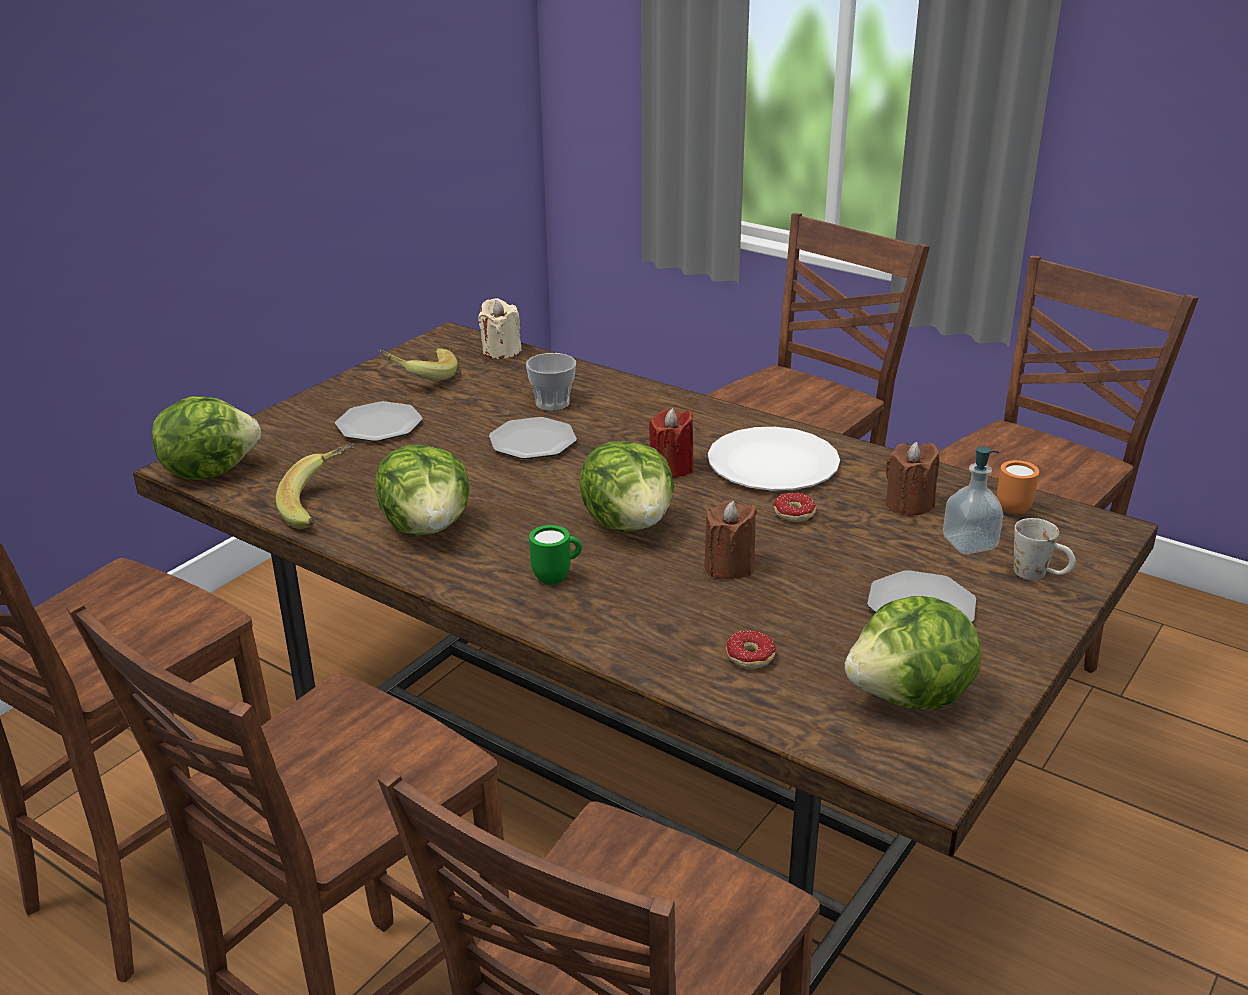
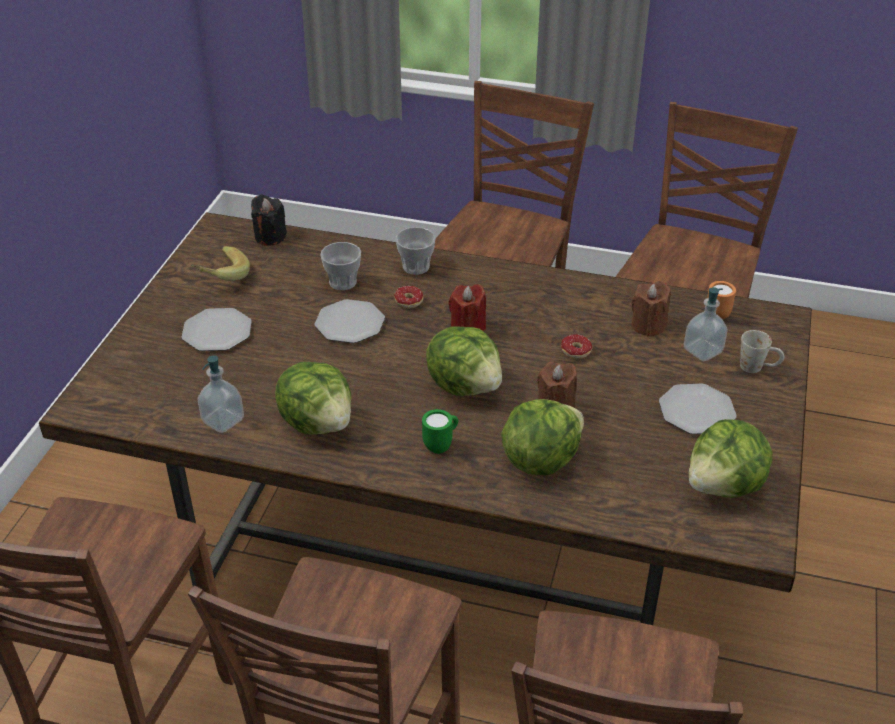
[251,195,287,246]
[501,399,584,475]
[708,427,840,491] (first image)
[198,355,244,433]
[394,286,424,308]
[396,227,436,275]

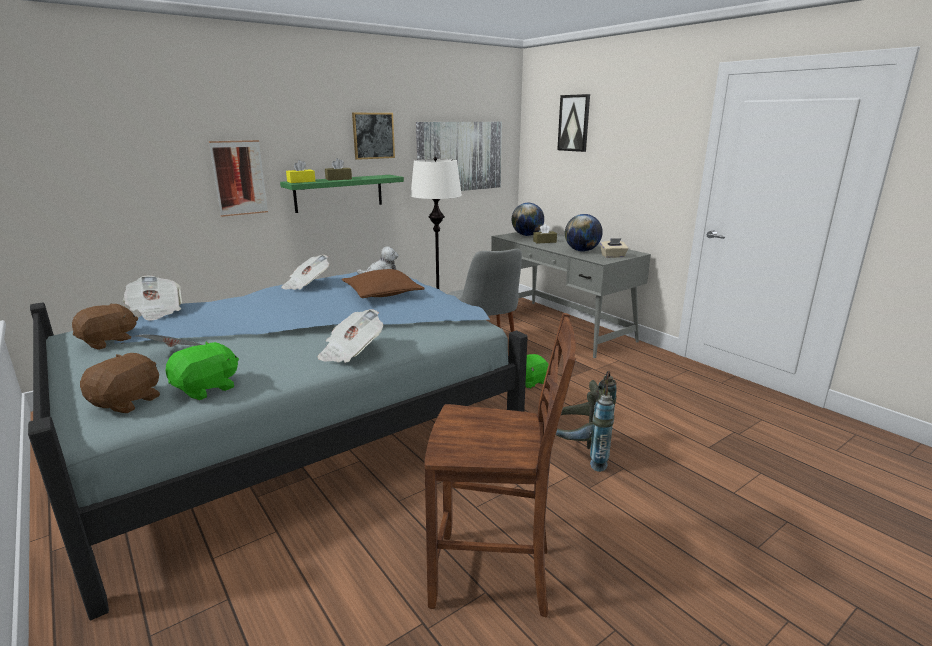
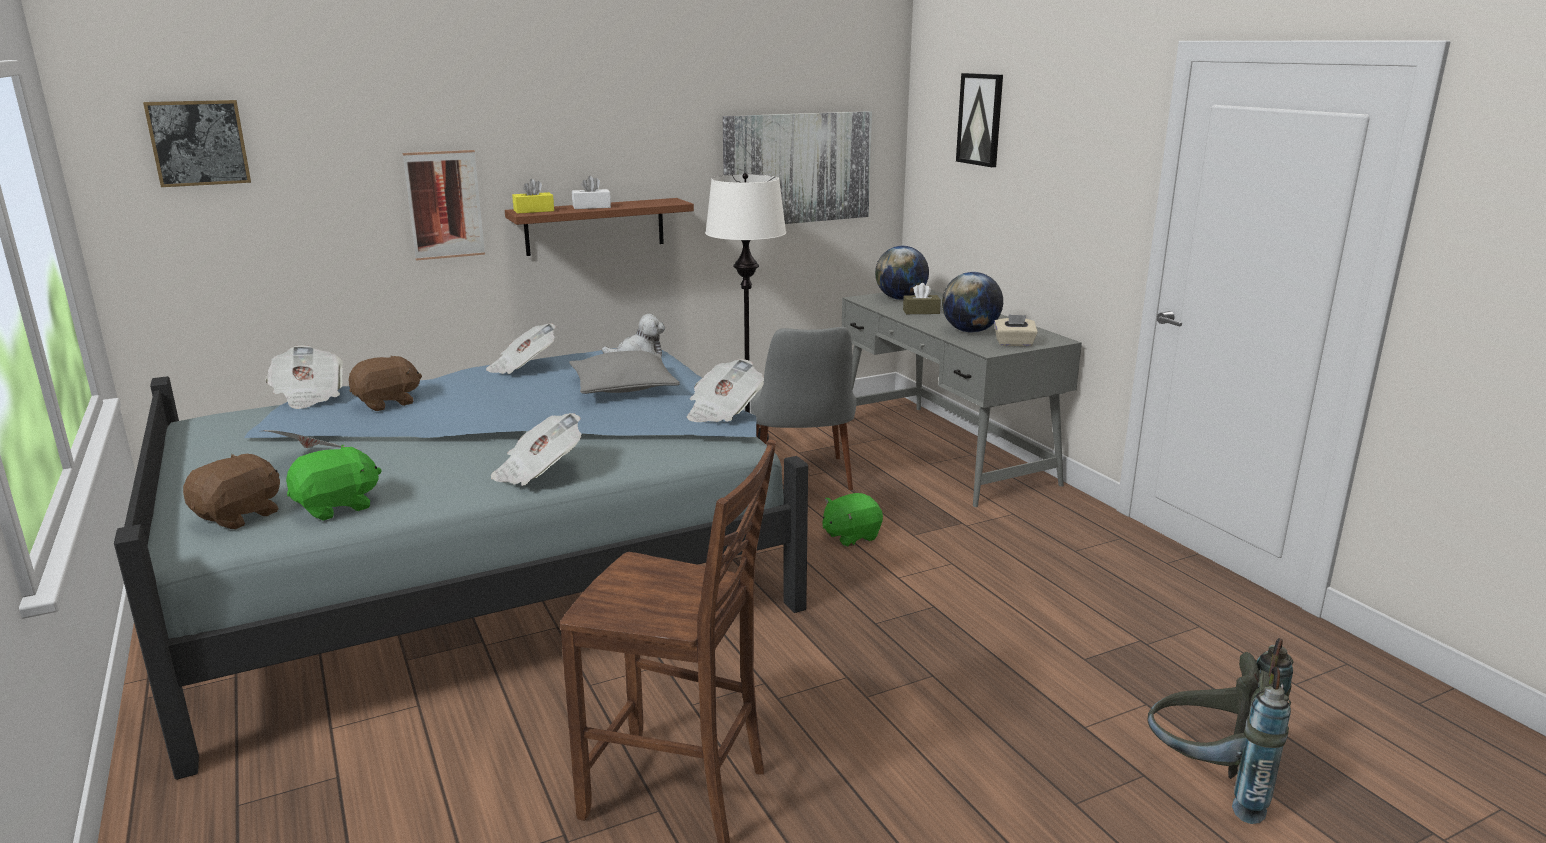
[143,100,251,187]
[572,176,611,209]
[505,198,694,256]
[569,351,680,394]
[348,356,422,411]
[1148,638,1293,824]
[687,359,764,422]

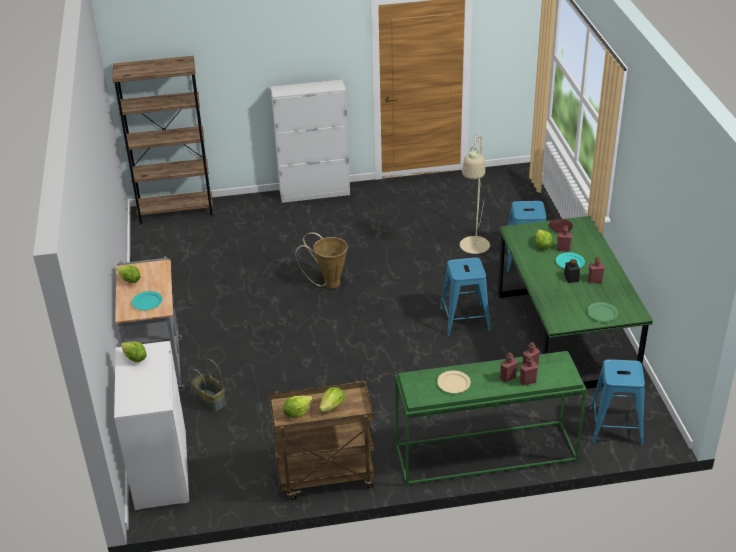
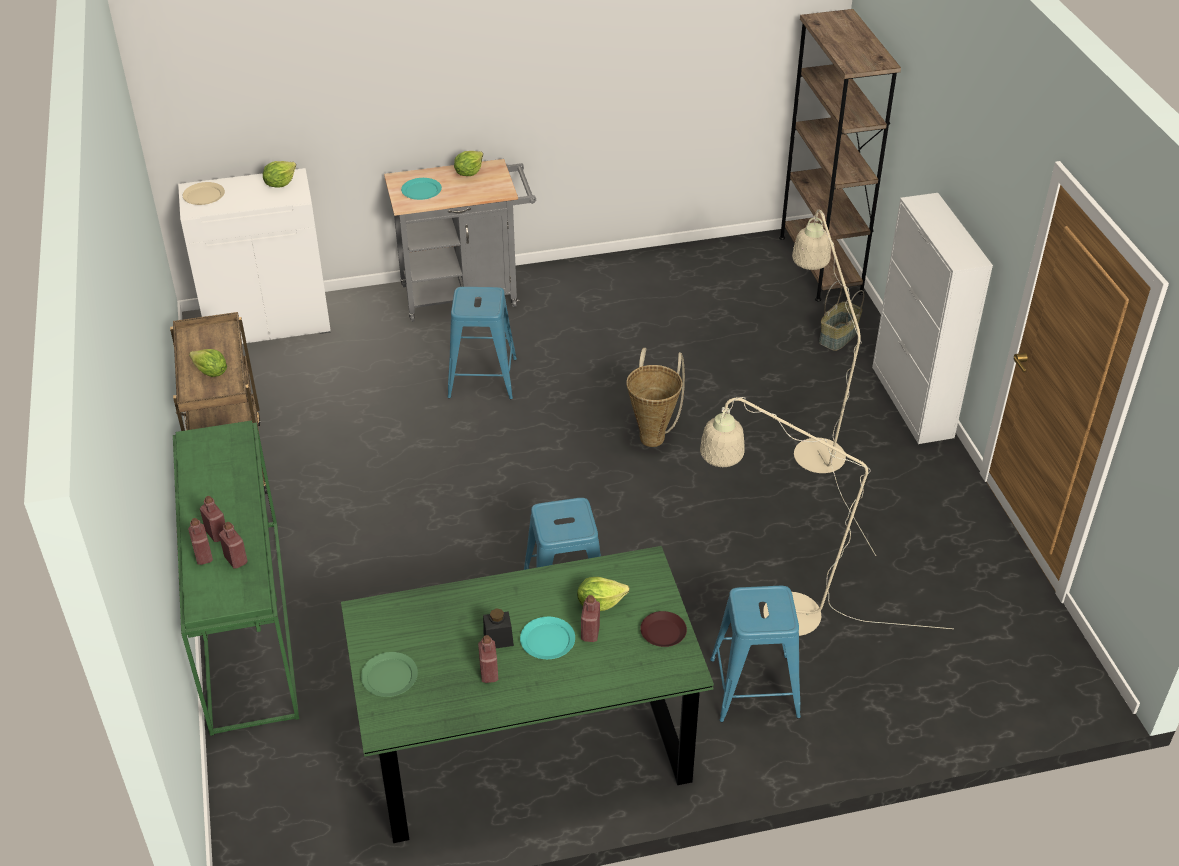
[819,280,864,351]
[448,287,517,399]
[183,182,225,205]
[283,396,313,418] (first image)
[792,209,876,556]

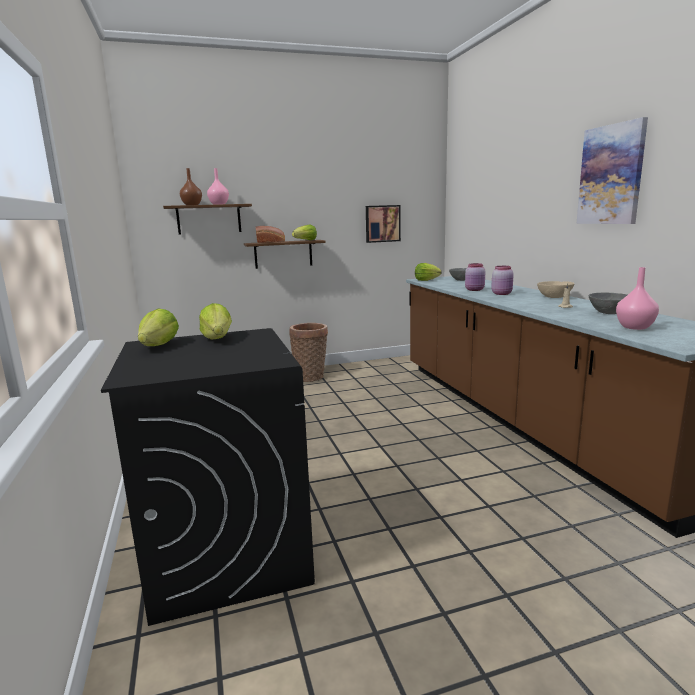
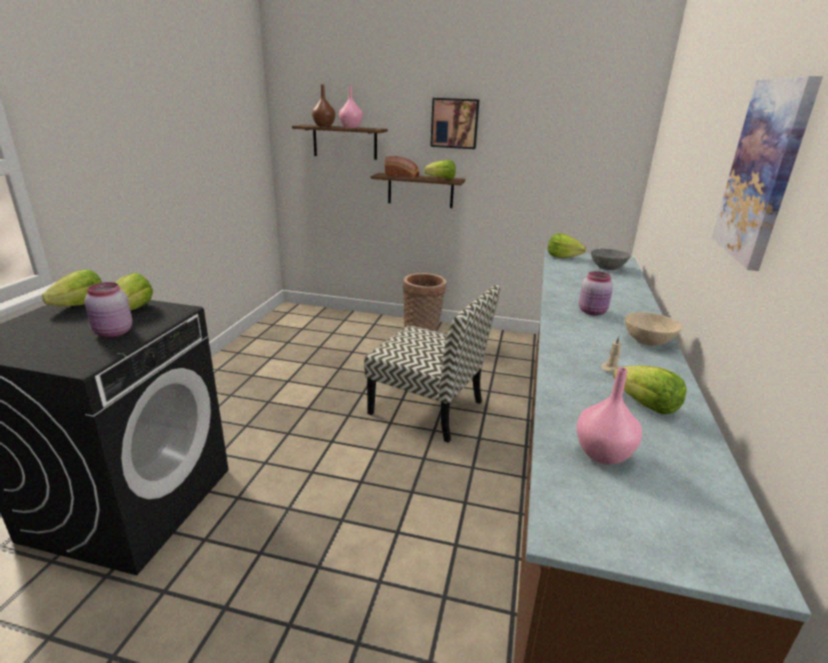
[430,98,480,149]
[84,282,132,337]
[613,365,686,414]
[364,284,500,443]

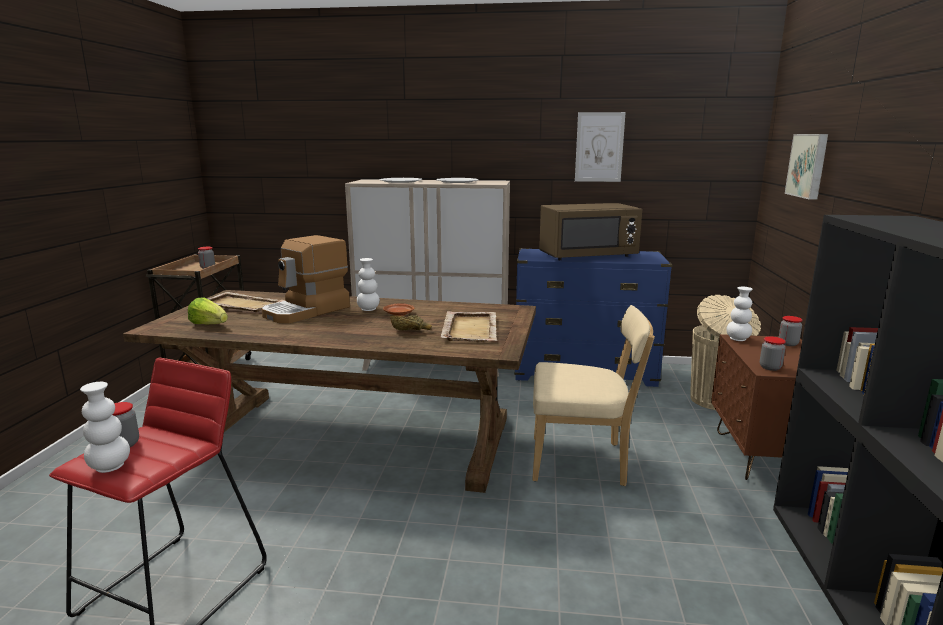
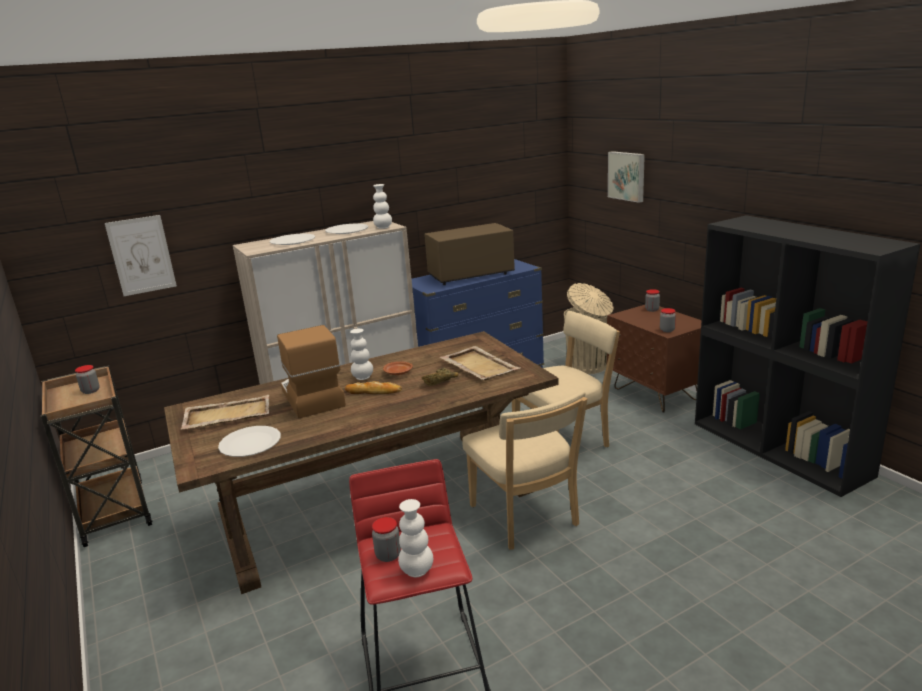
[105,215,177,296]
[424,223,515,285]
[277,325,346,418]
[373,184,392,229]
[218,426,281,457]
[345,381,402,394]
[462,391,587,550]

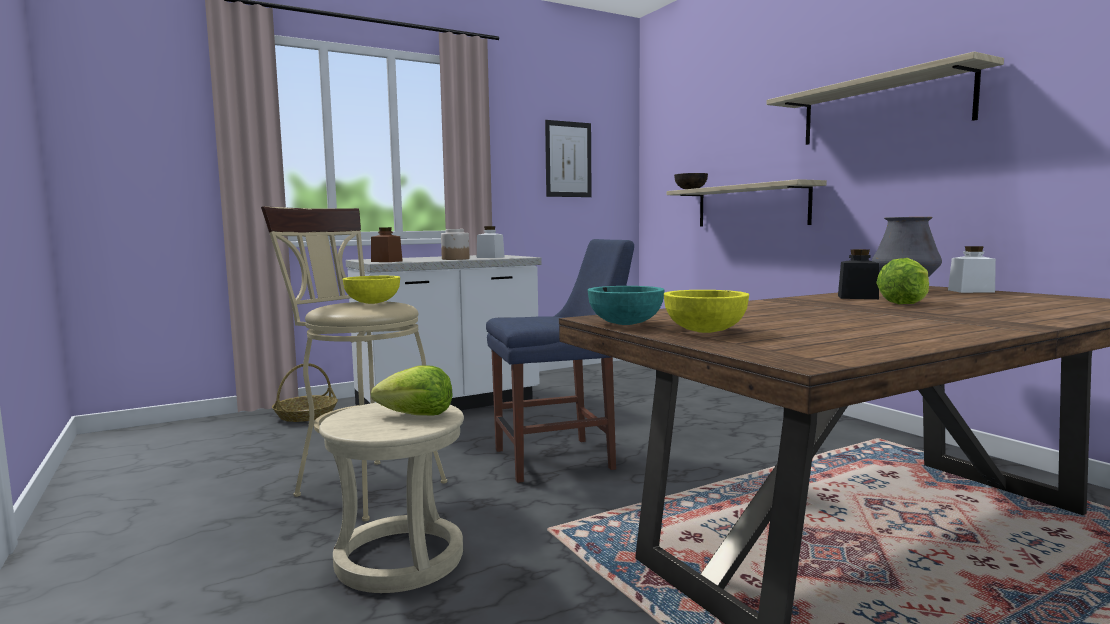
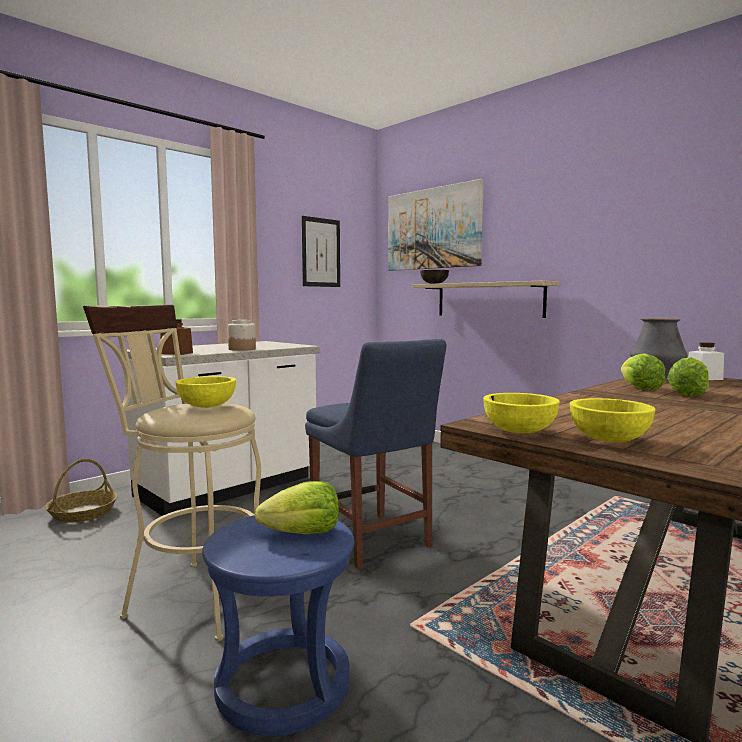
[766,51,1004,145] (first image)
[477,226,505,258] (first image)
[305,339,446,569]
[621,353,666,390]
[483,393,560,434]
[202,515,354,736]
[388,179,484,271]

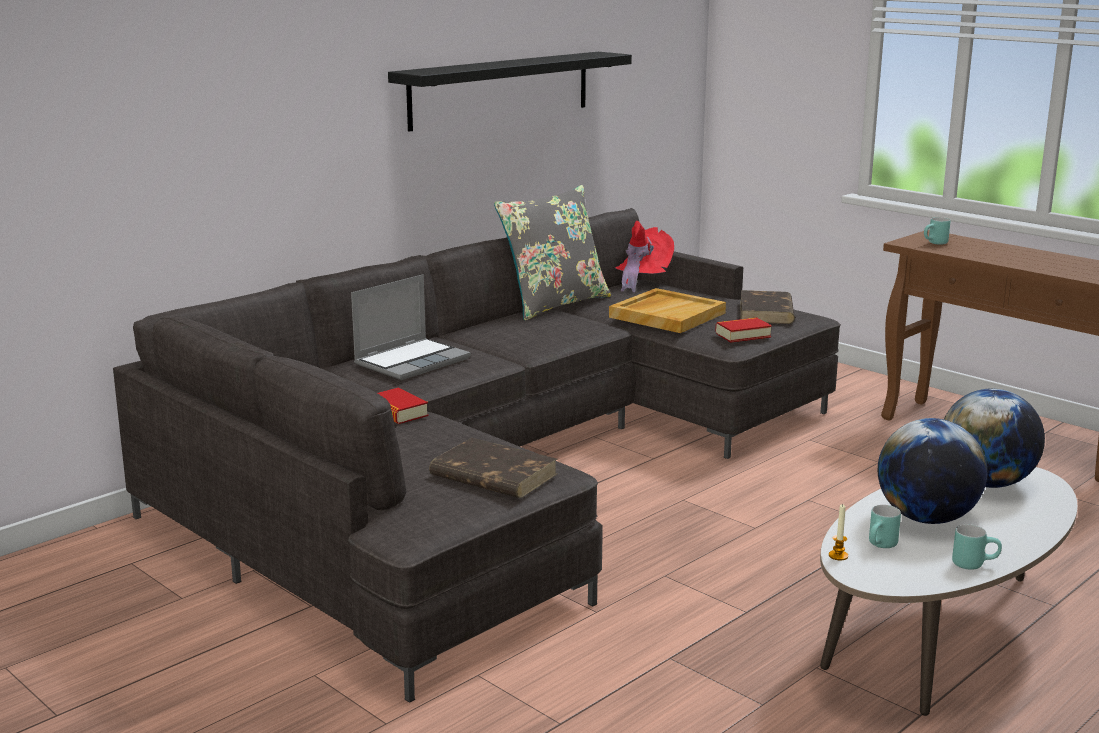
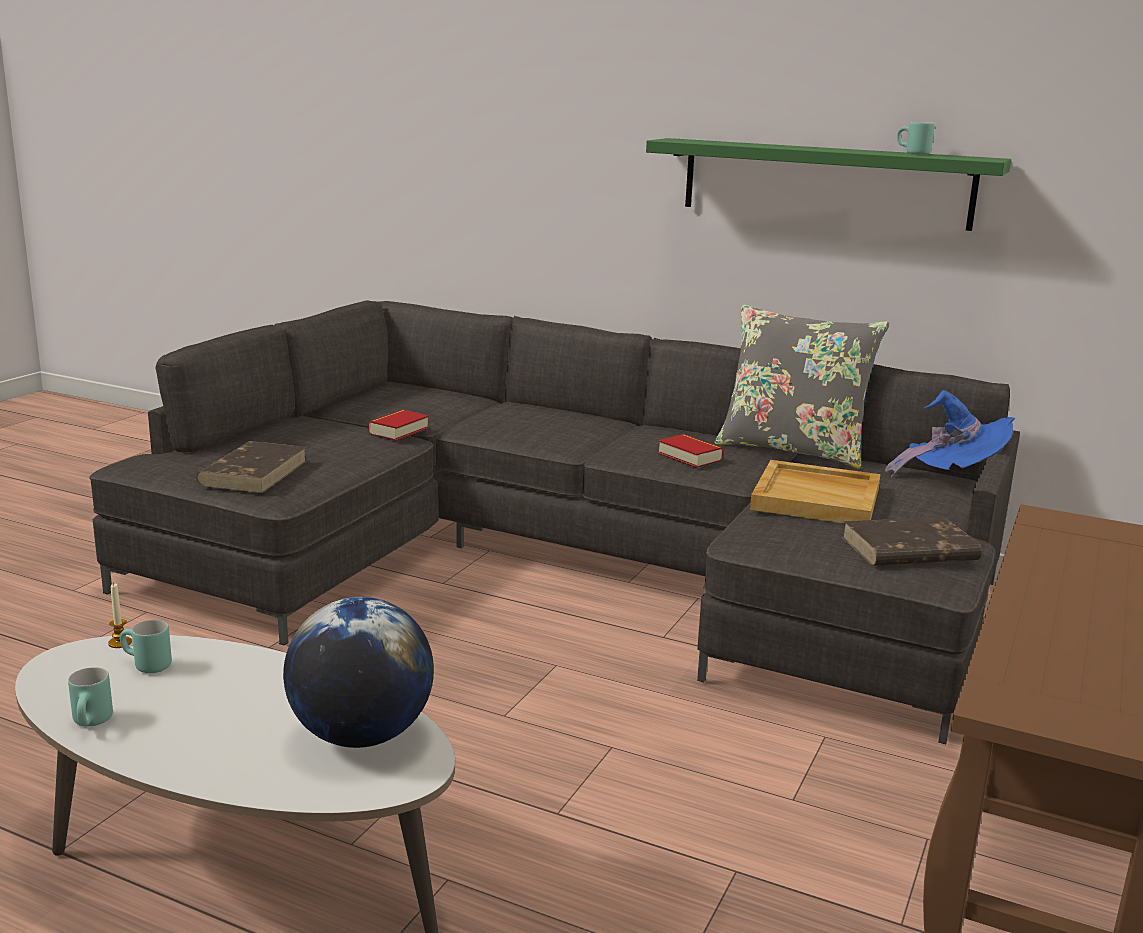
[646,138,1011,231]
[897,122,935,155]
[885,390,1015,478]
[351,274,471,380] (first image)
[658,434,723,468]
[878,418,987,524] (first image)

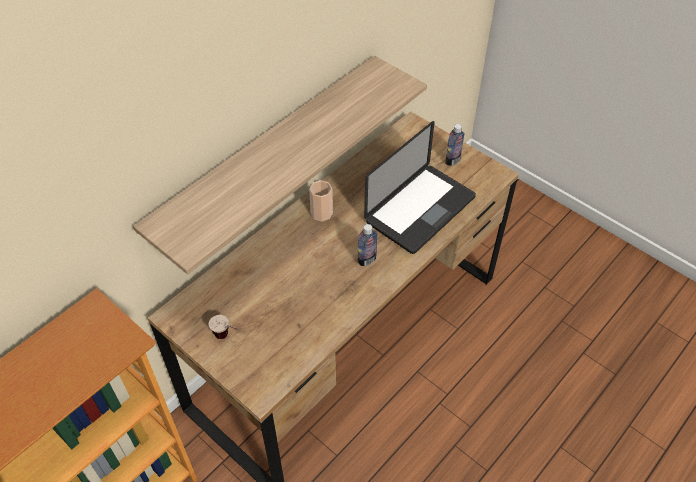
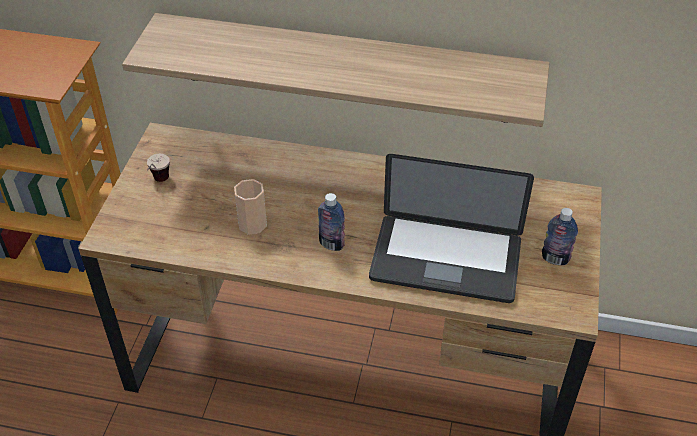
[234,179,267,235]

